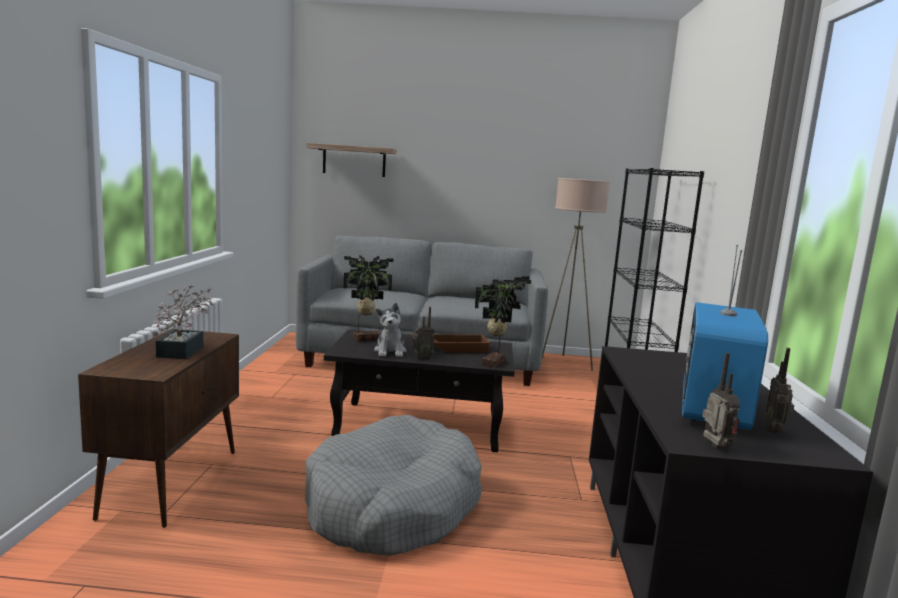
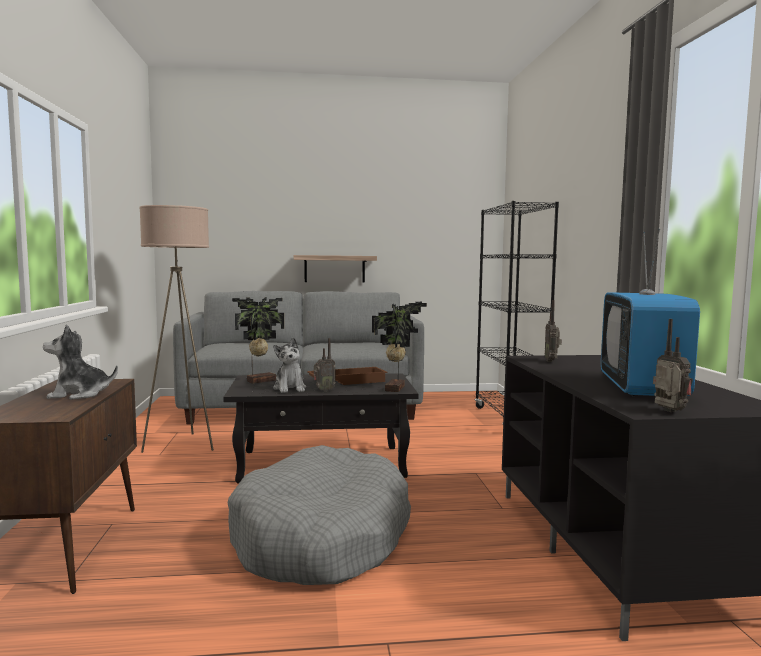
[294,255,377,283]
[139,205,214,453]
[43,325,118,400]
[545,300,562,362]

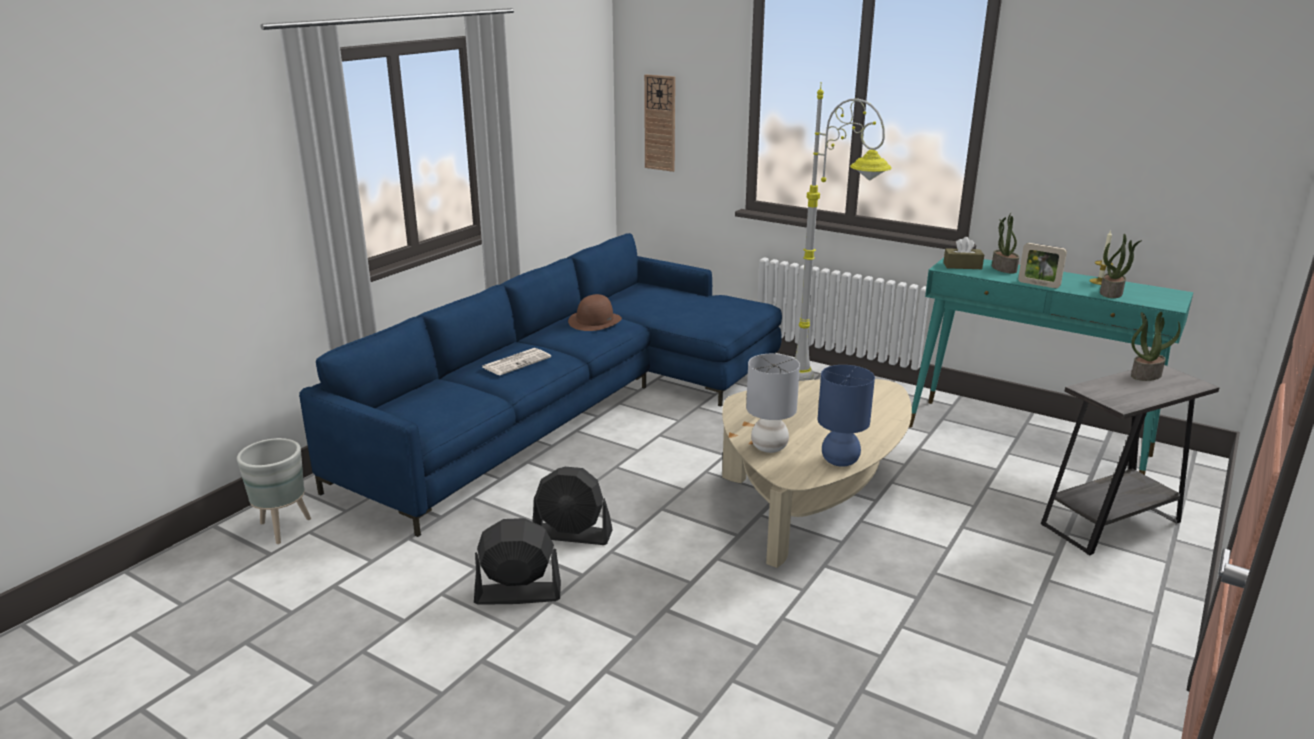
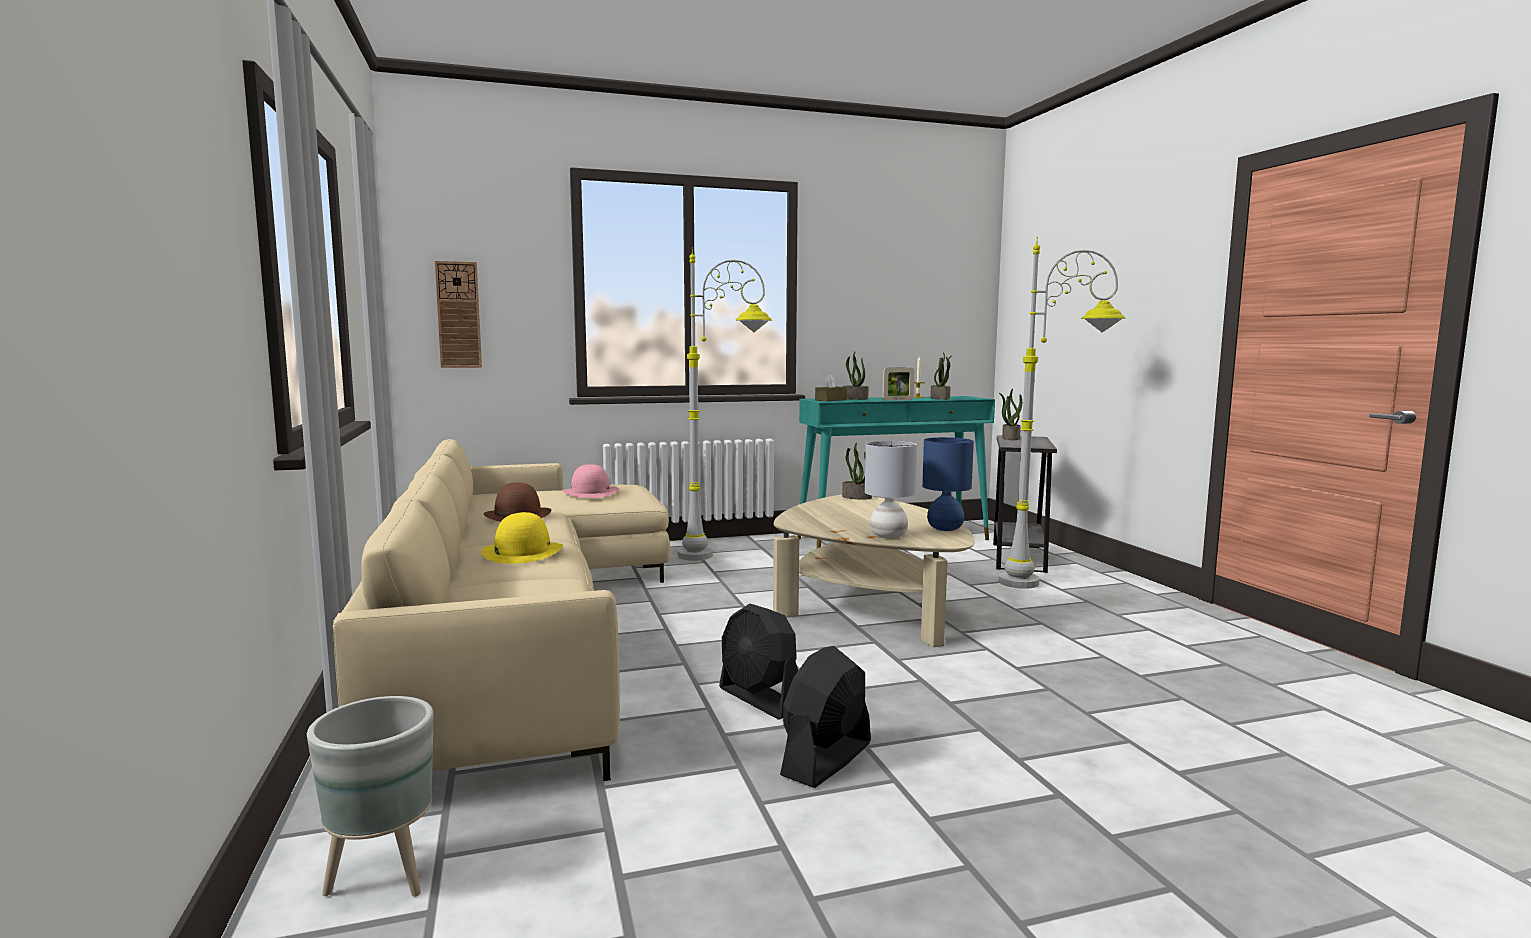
[333,439,671,781]
[481,512,563,563]
[719,604,798,720]
[998,237,1126,589]
[842,443,872,500]
[562,464,619,498]

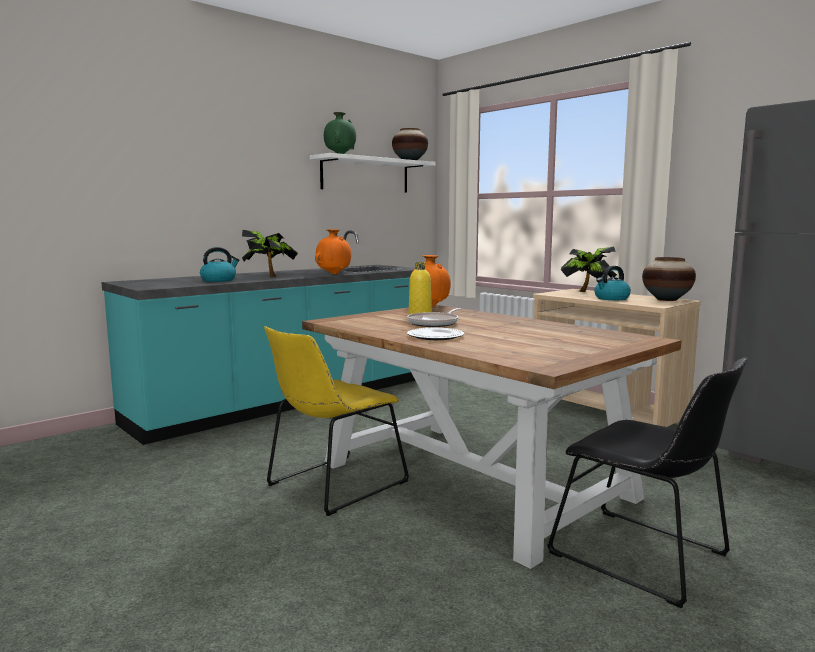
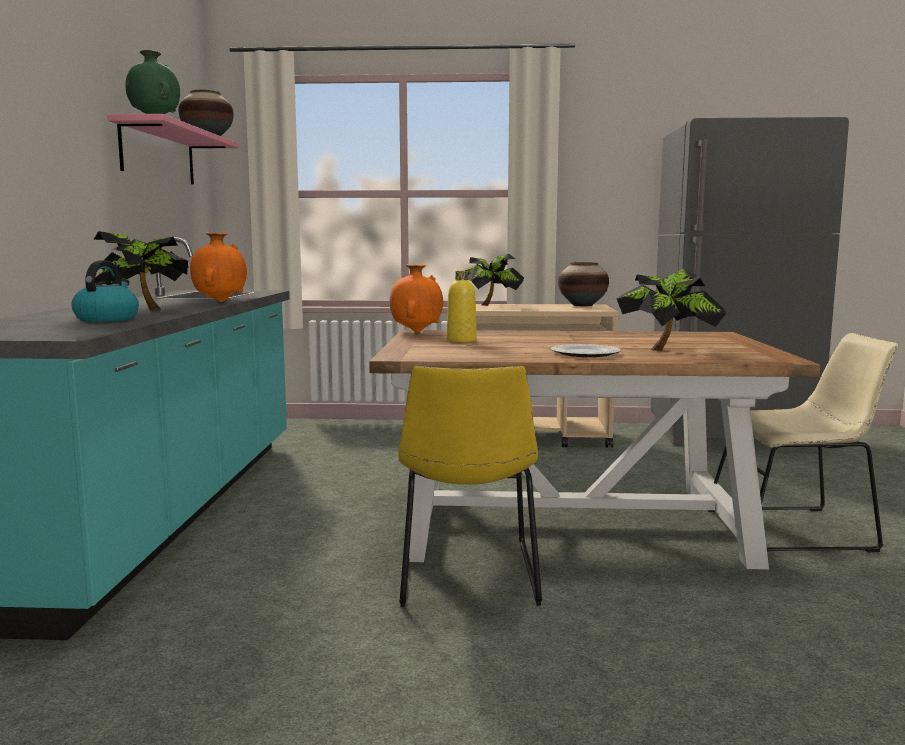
[107,114,239,184]
[594,266,631,300] (first image)
[407,308,461,327] (first image)
[708,333,898,552]
[617,268,726,351]

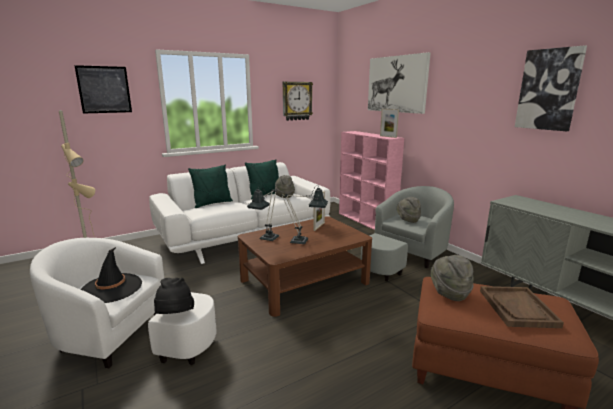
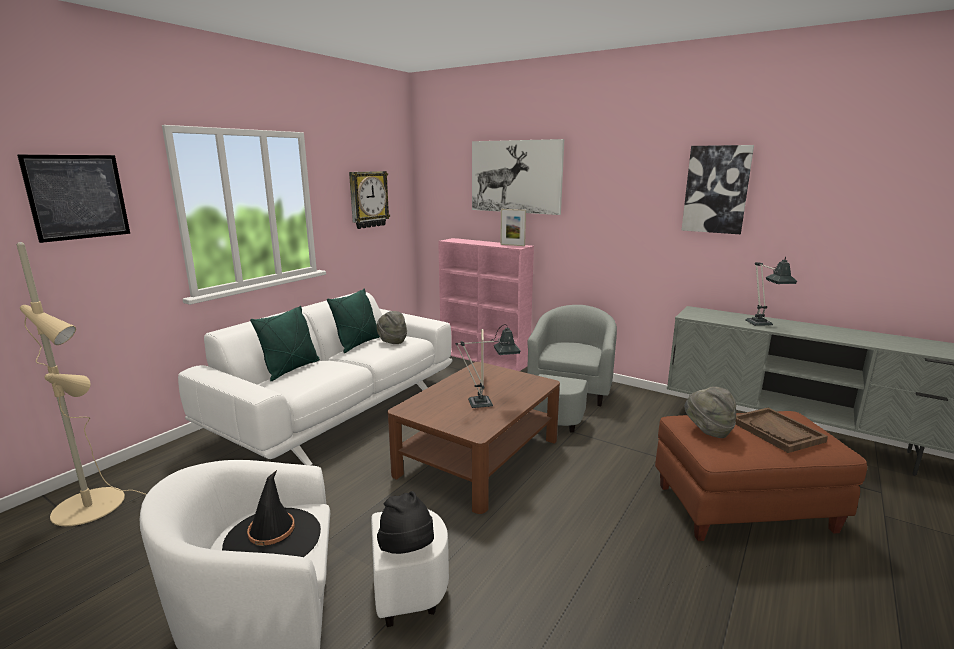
[745,256,797,326]
[396,197,421,223] (first image)

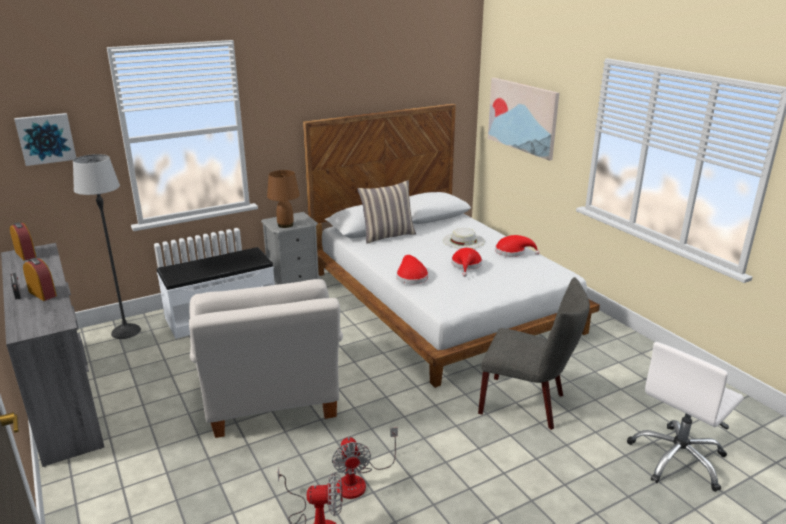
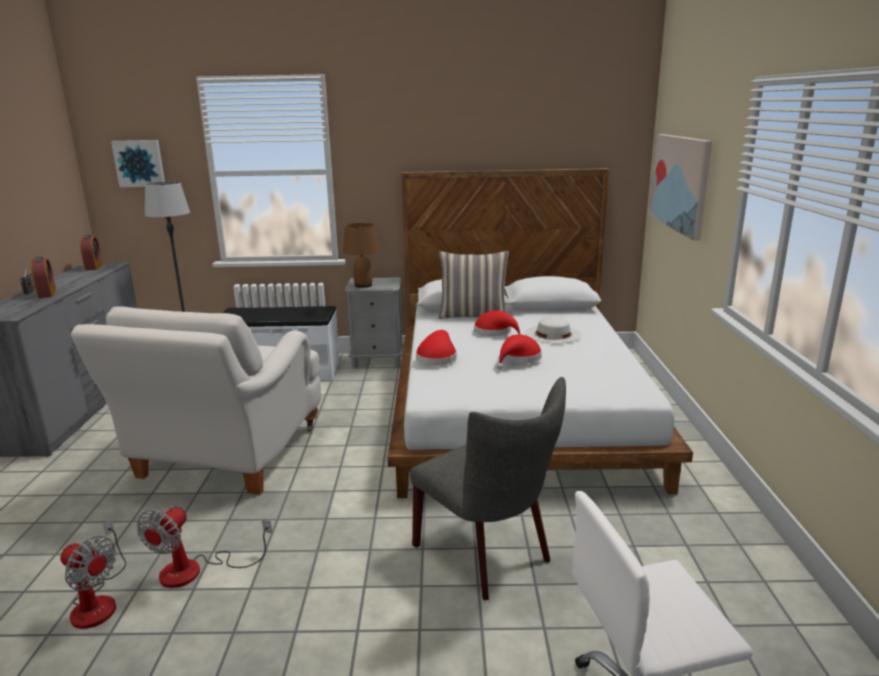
[474,310,522,336]

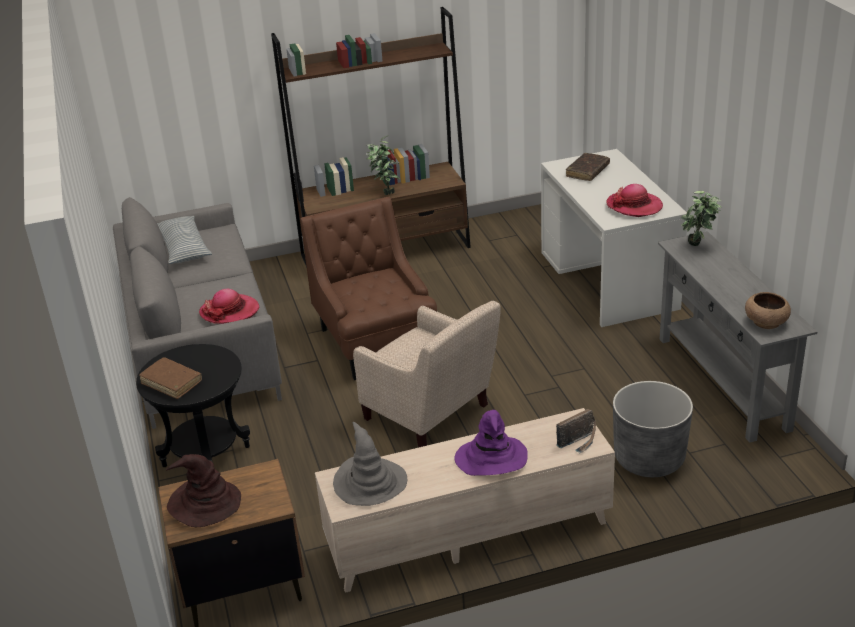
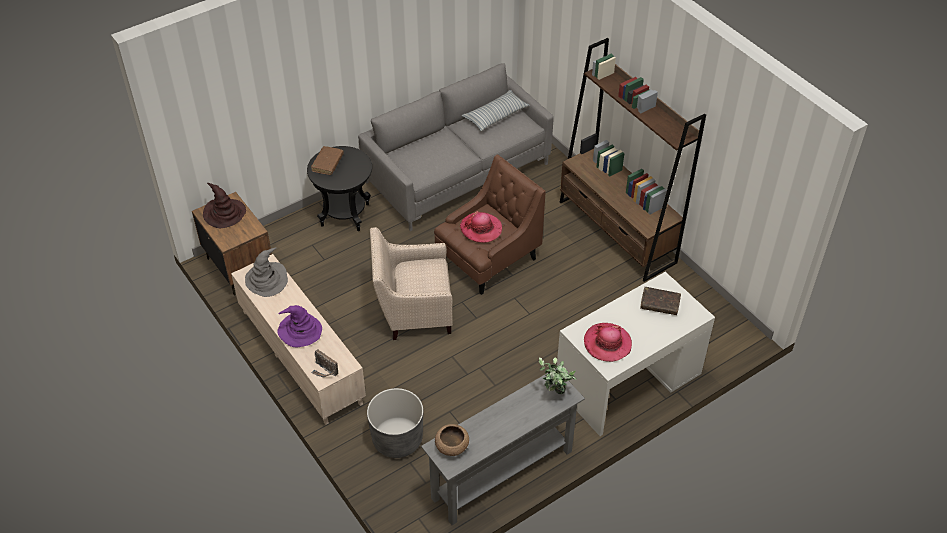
[366,135,400,195] (first image)
[460,211,502,243]
[370,227,453,340]

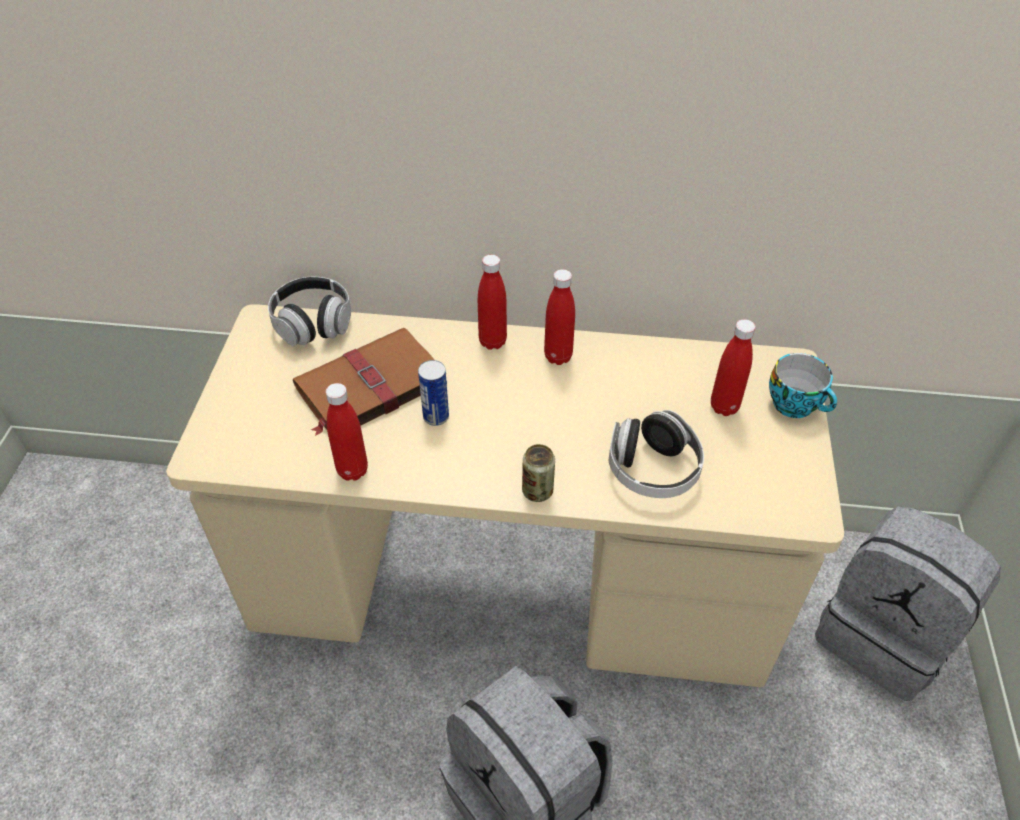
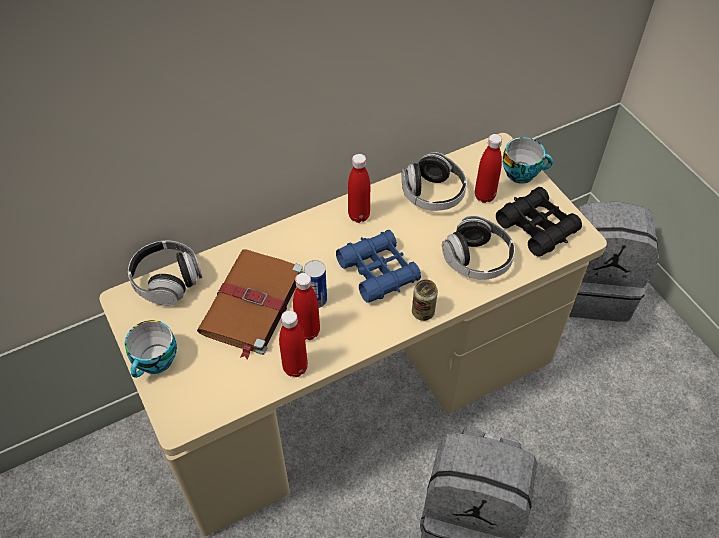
[293,273,320,340]
[402,152,467,211]
[496,187,582,257]
[336,230,421,303]
[125,320,177,378]

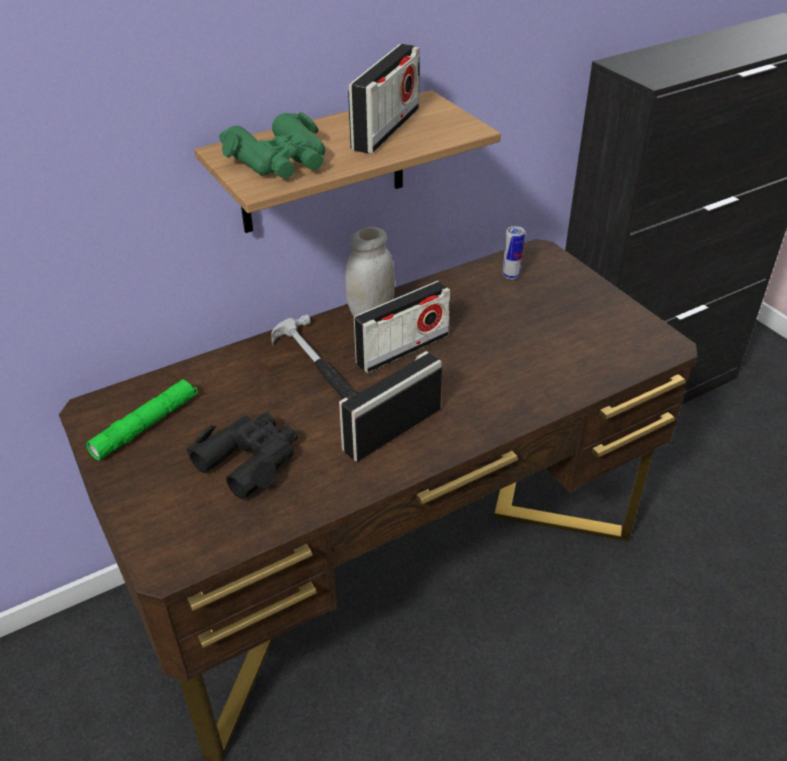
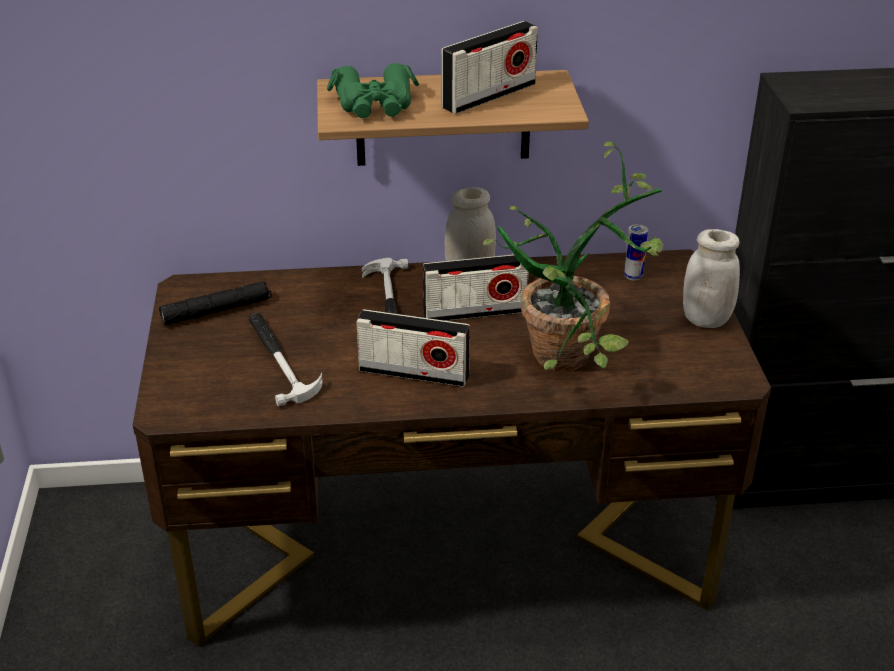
[357,309,470,387]
[159,281,272,325]
[249,313,323,407]
[483,141,664,371]
[683,229,740,328]

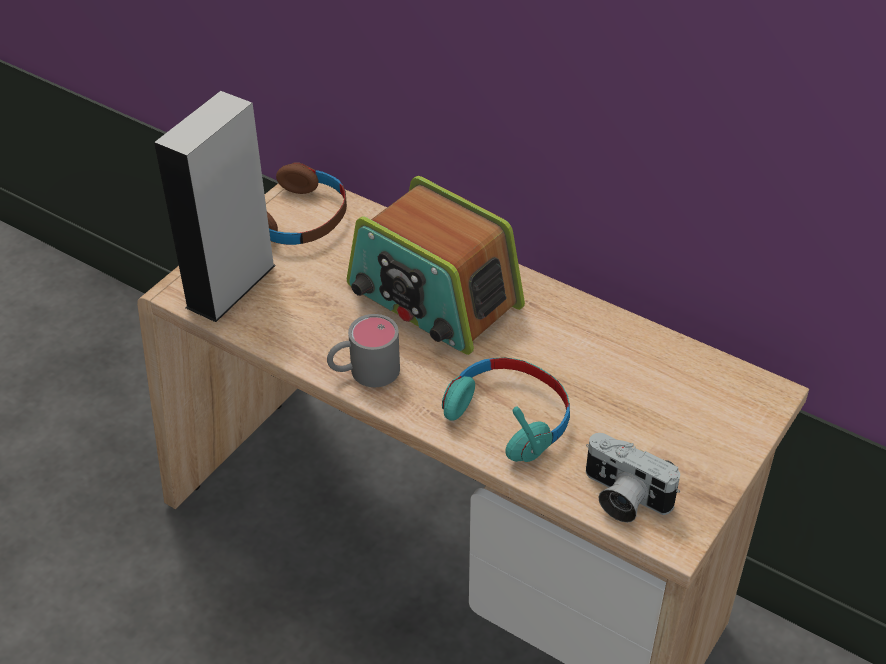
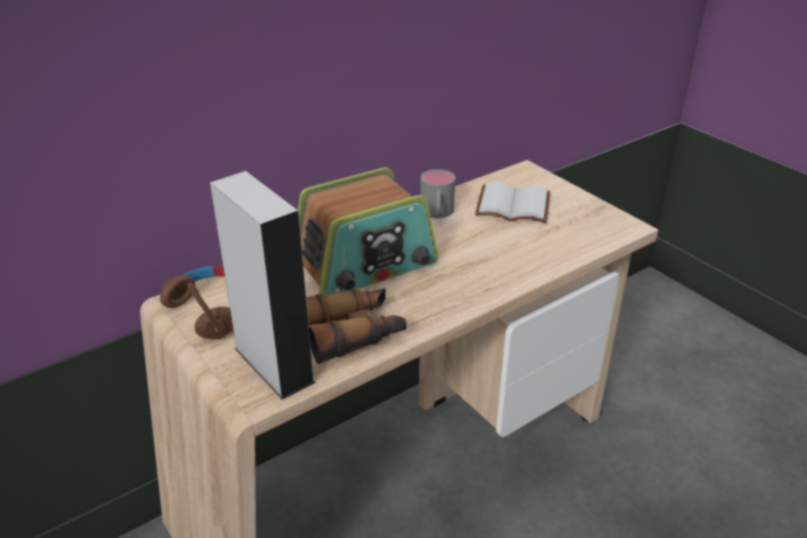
[420,169,455,218]
[442,357,570,462] (first image)
[586,433,680,523] (first image)
[475,182,550,223]
[306,288,406,364]

